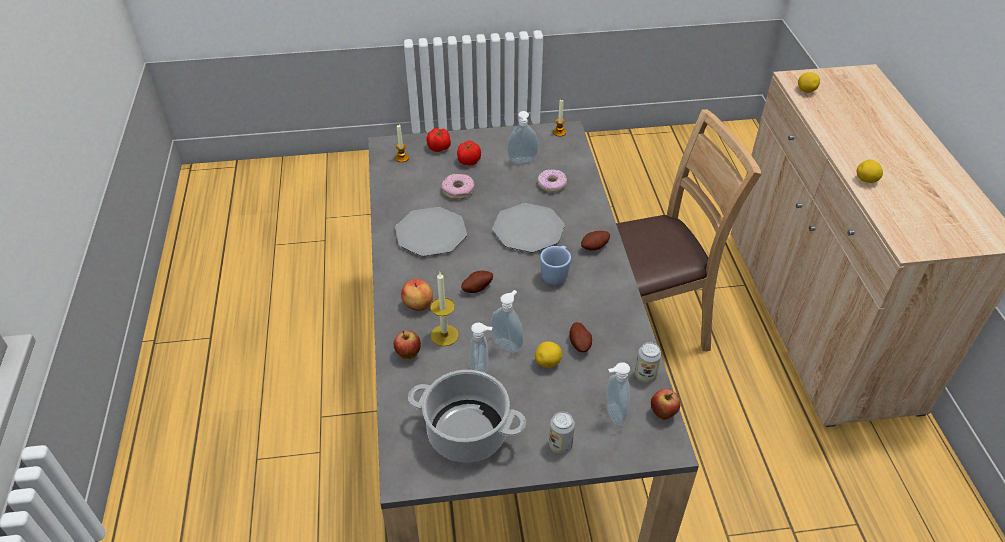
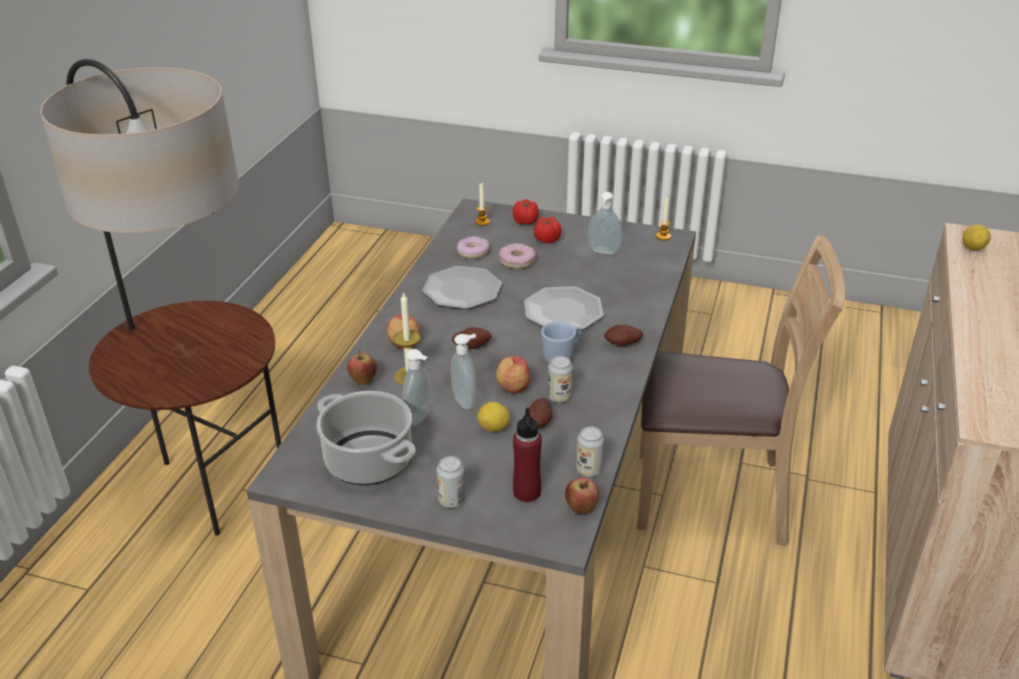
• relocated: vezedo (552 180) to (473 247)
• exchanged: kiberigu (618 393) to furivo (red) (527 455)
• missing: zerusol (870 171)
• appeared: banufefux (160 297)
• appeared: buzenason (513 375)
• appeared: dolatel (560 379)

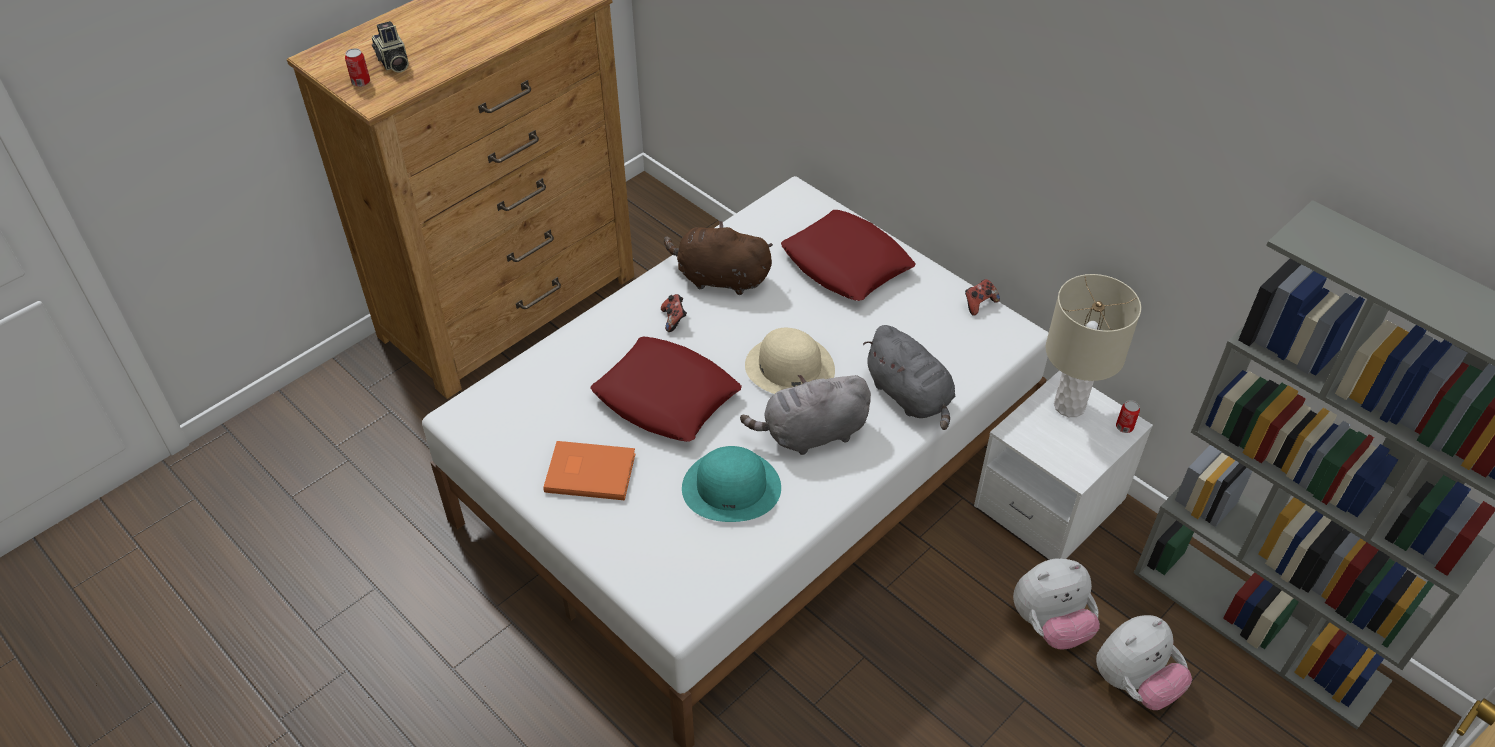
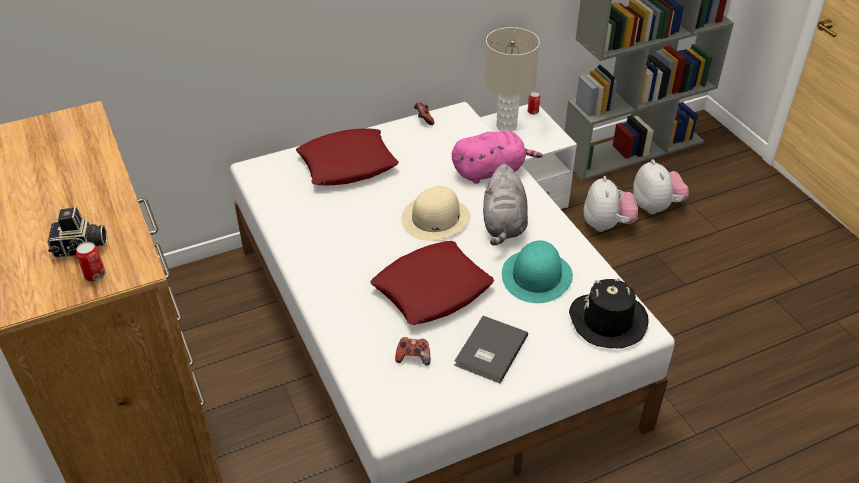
• colour: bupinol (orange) (589 471) to bupinol (grey) (491 349)
• relocated: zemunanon (674 313) to (412 351)
• missing: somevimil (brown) (718 257)
• colour: somevimil (grey) (909 377) to somevimil (pink) (497 157)
• appeared: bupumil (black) (609 312)

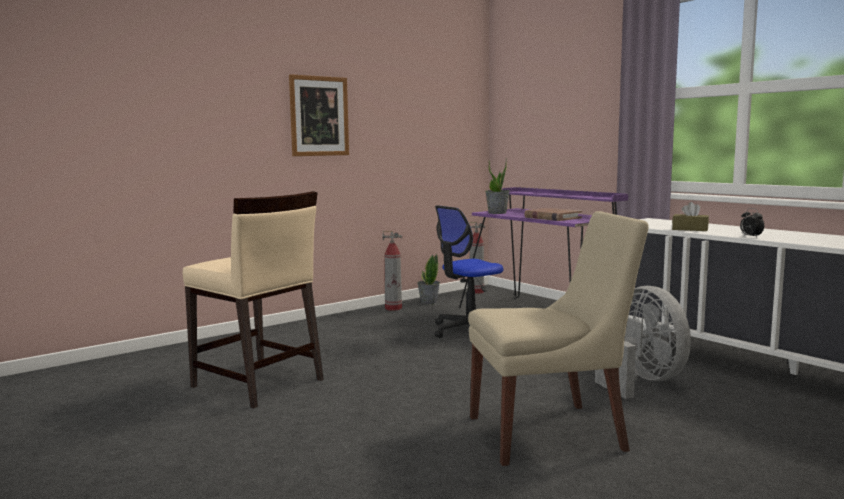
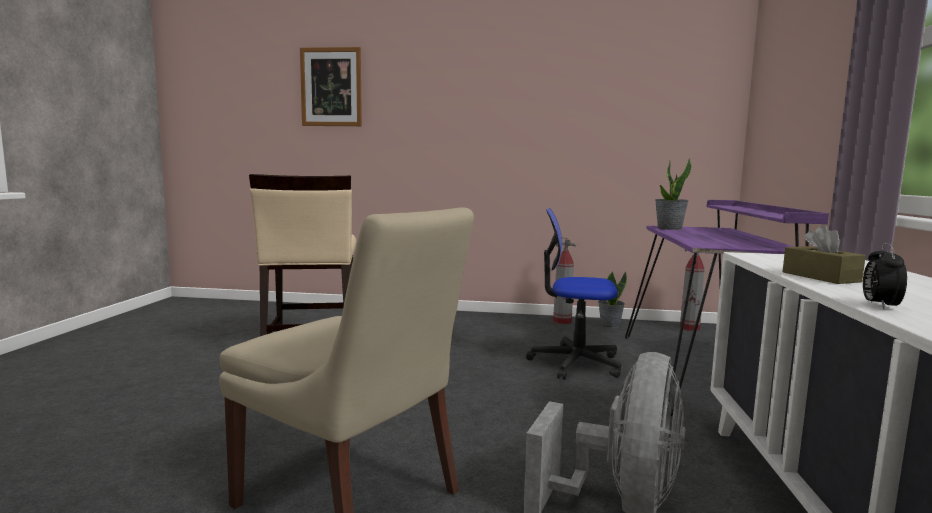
• relocated: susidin (319 115) to (331 86)
• missing: bupinol (brown) (553 214)

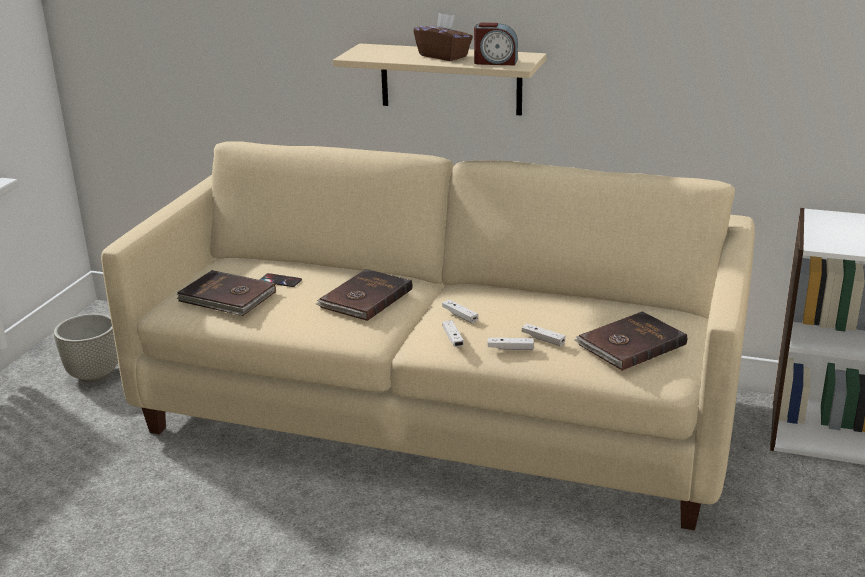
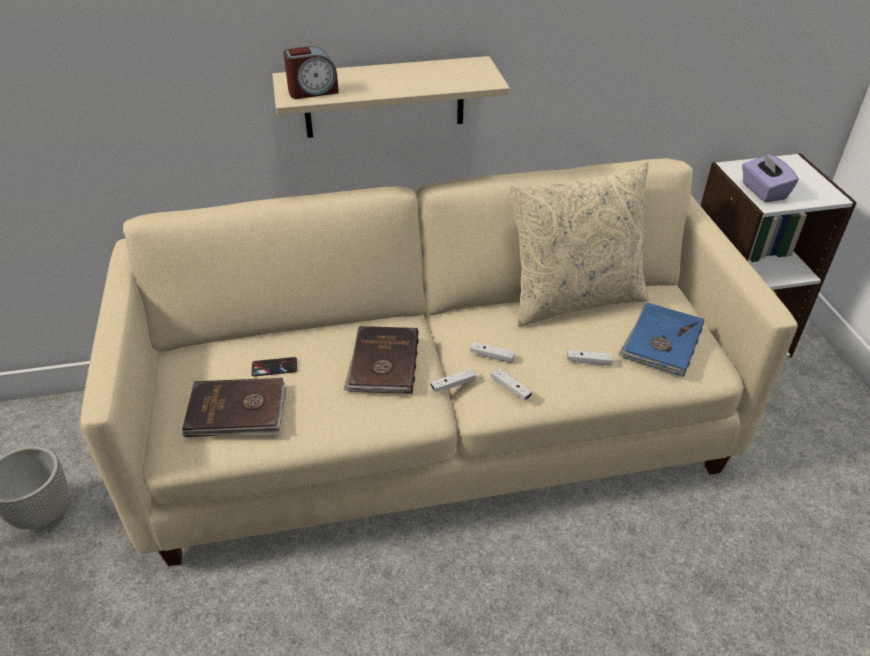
• missing: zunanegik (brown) (443 37)
• relocated: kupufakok (496 44) to (311 72)
• relocated: zemunanon (white) (511 344) to (453 380)
• colour: bupinol (brown) (631 341) to bupinol (blue) (661 340)
• appeared: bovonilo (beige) (579 244)
• appeared: zunanegik (purple) (770 177)

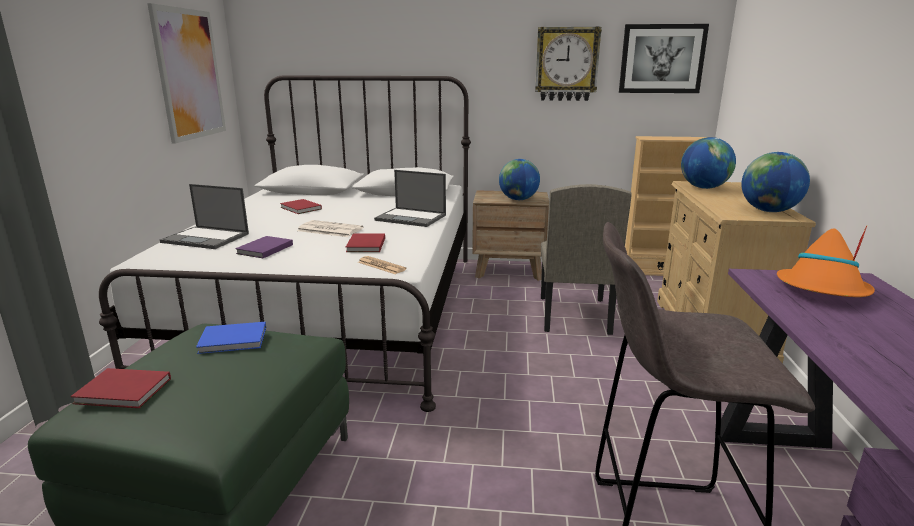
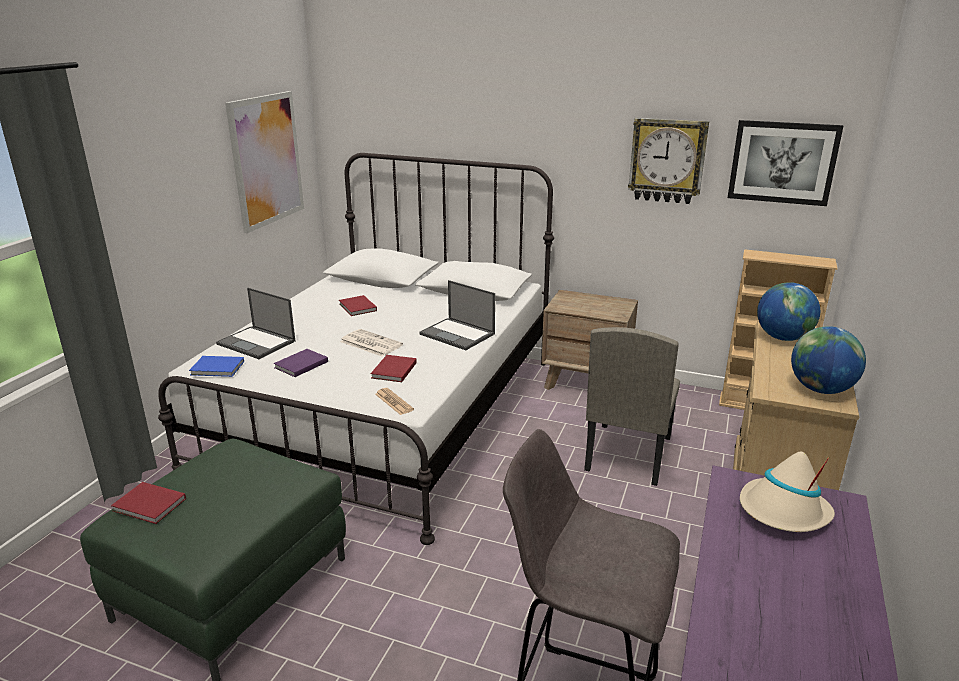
• relocated: bupinol (blue) (231 338) to (216 366)
• missing: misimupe (519 179)
• colour: bupumil (orange) (826 261) to bupumil (beige) (787 491)

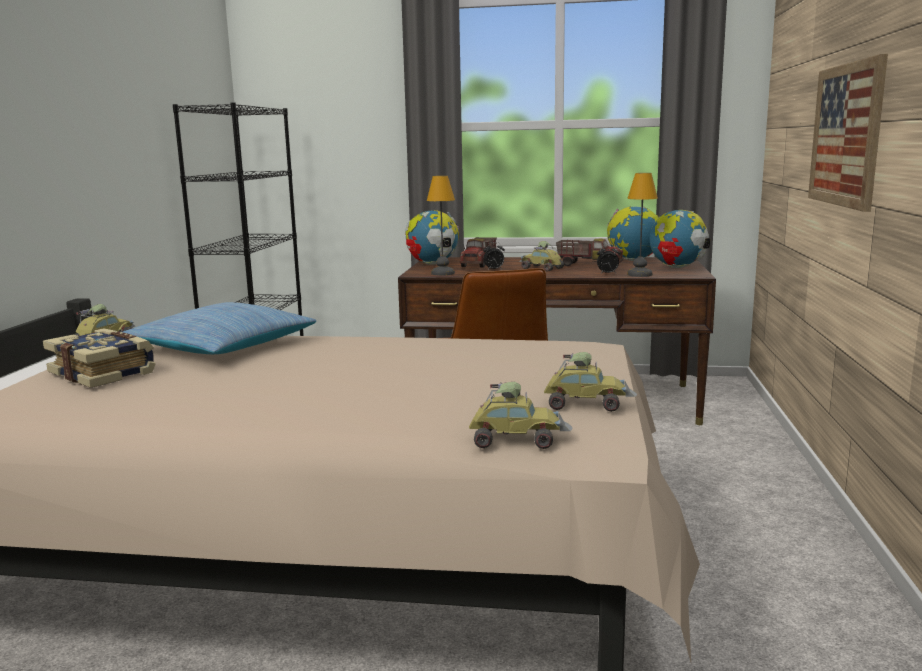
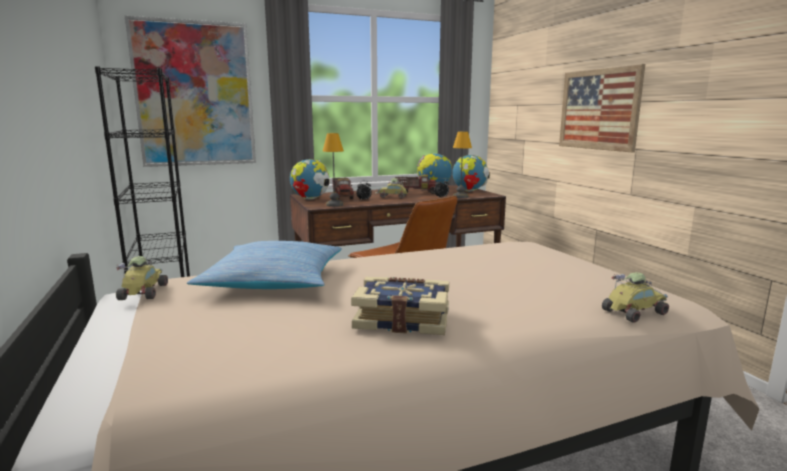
• relocated: bupinol (99 358) to (400 306)
• missing: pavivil (590 382)
• appeared: susidin (190 91)

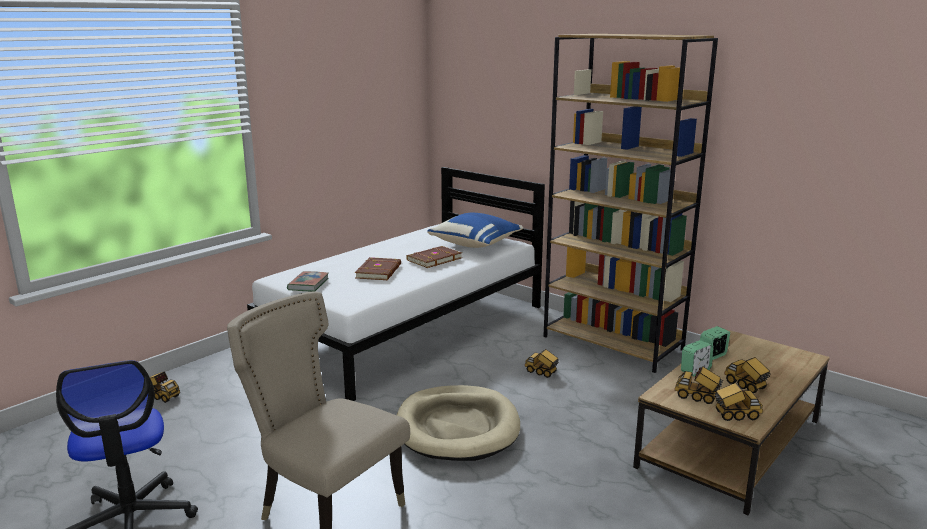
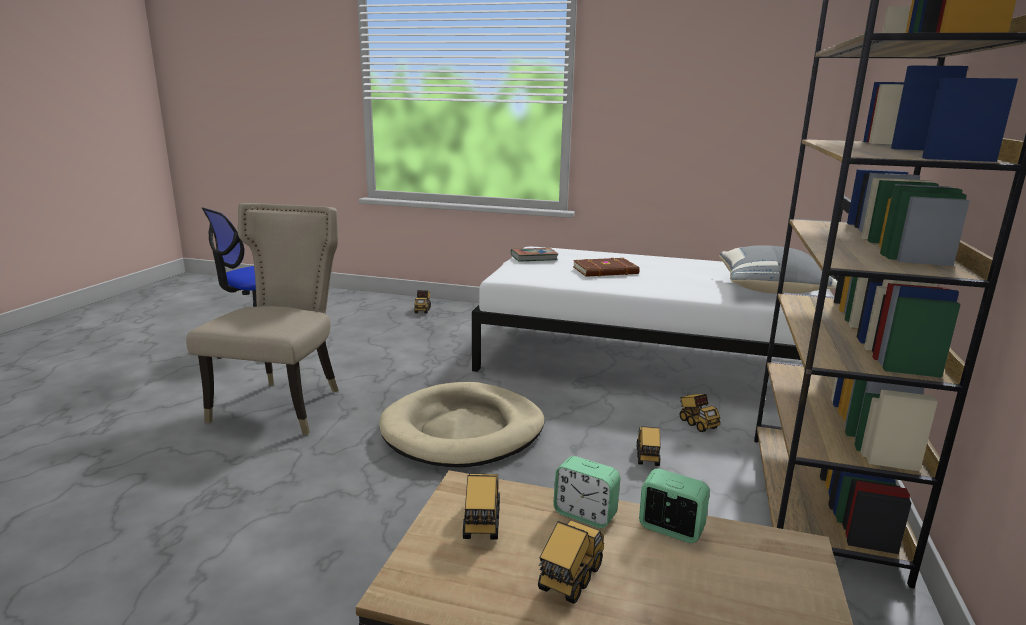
• missing: bupinol (brown) (434 257)
• colour: bovonilo (blue) (475 230) to bovonilo (grey) (778 269)
• relocated: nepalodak (738 402) to (699 413)

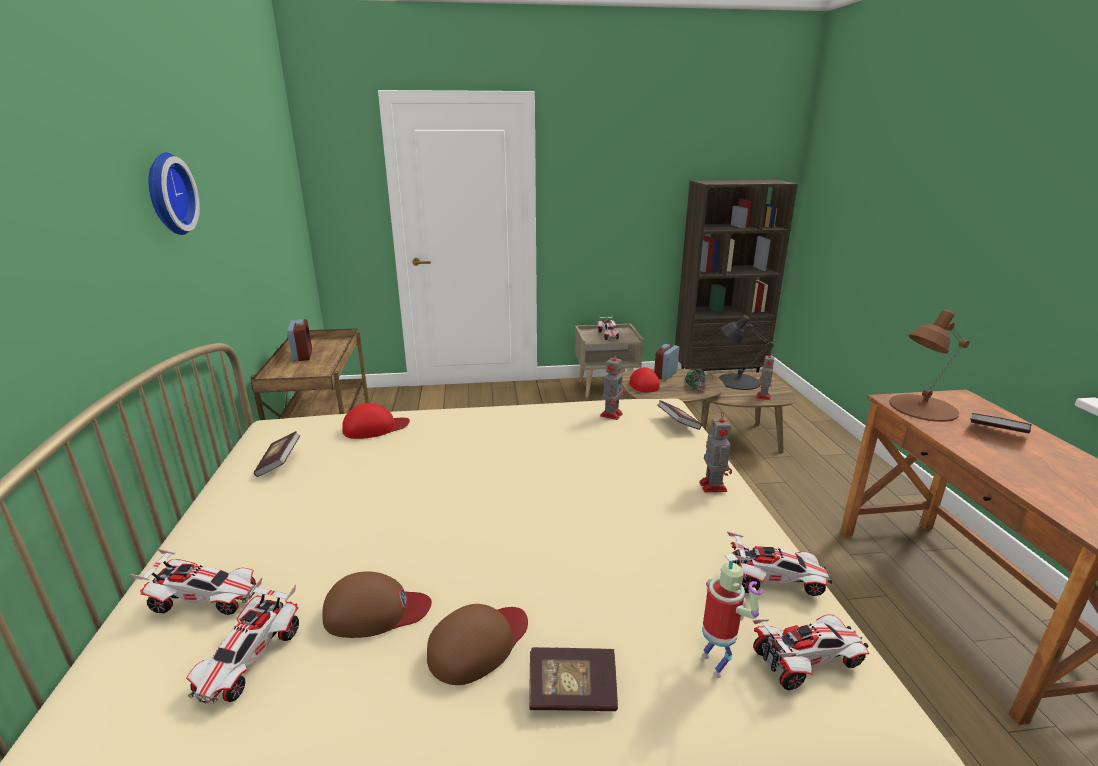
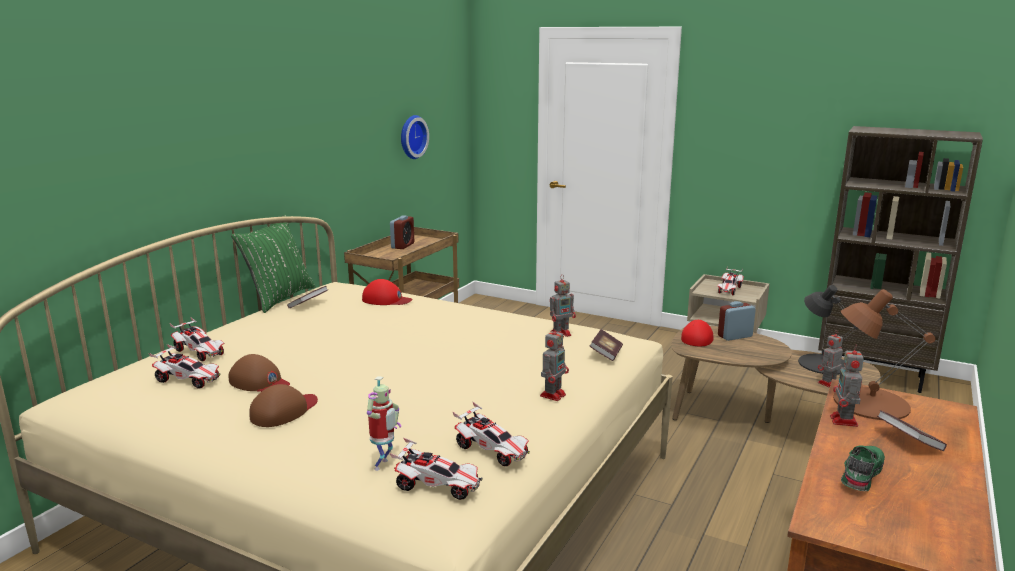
• relocated: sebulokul (174 193) to (415 137)
• spun: pavivil (242 641) = (184 366) 120 degrees counterclockwise
• spun: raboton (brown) (477 644) = (284 405) 45 degrees counterclockwise
• missing: bupinol (573 679)
• relocated: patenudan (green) (695 379) to (863 468)
• appeared: bovonilo (green) (273 264)
• appeared: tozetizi (847 385)

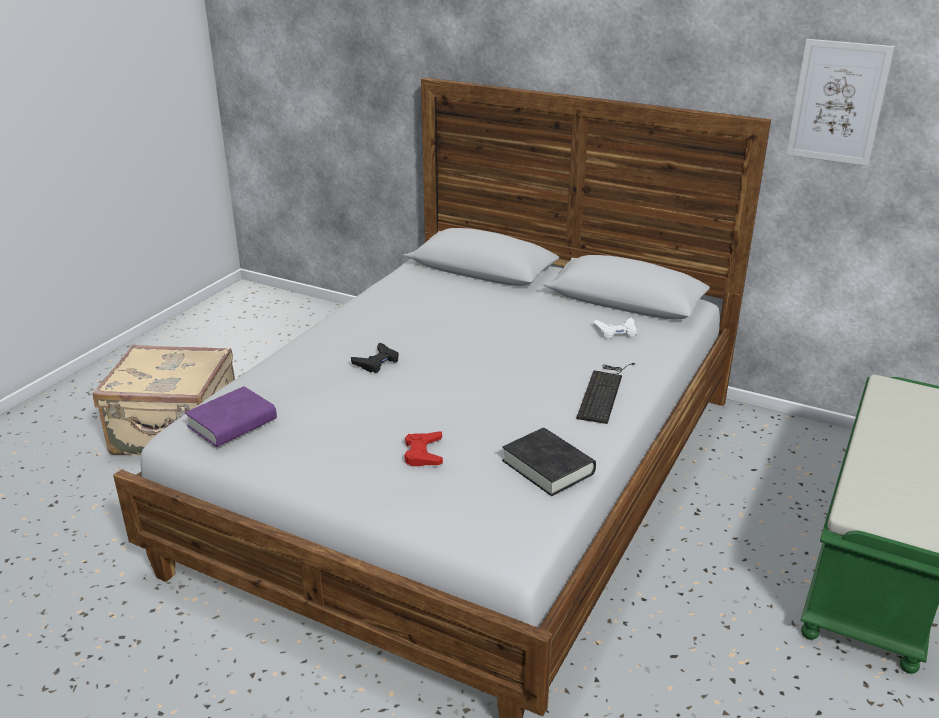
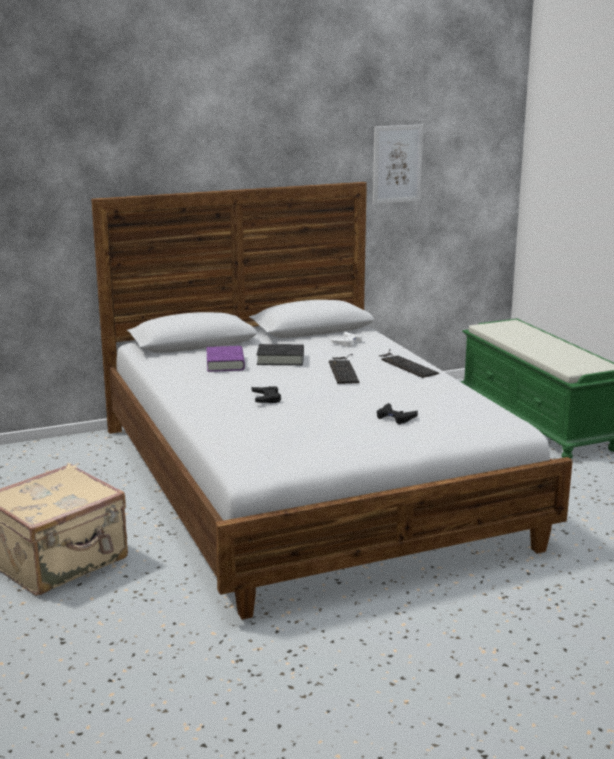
• relocated: bupinol (purple) (231 416) to (225 359)
• colour: zemunanon (red) (423 449) to zemunanon (black) (397 413)
• relocated: bupinol (black) (549 462) to (280 354)
• appeared: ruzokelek (344 369)

